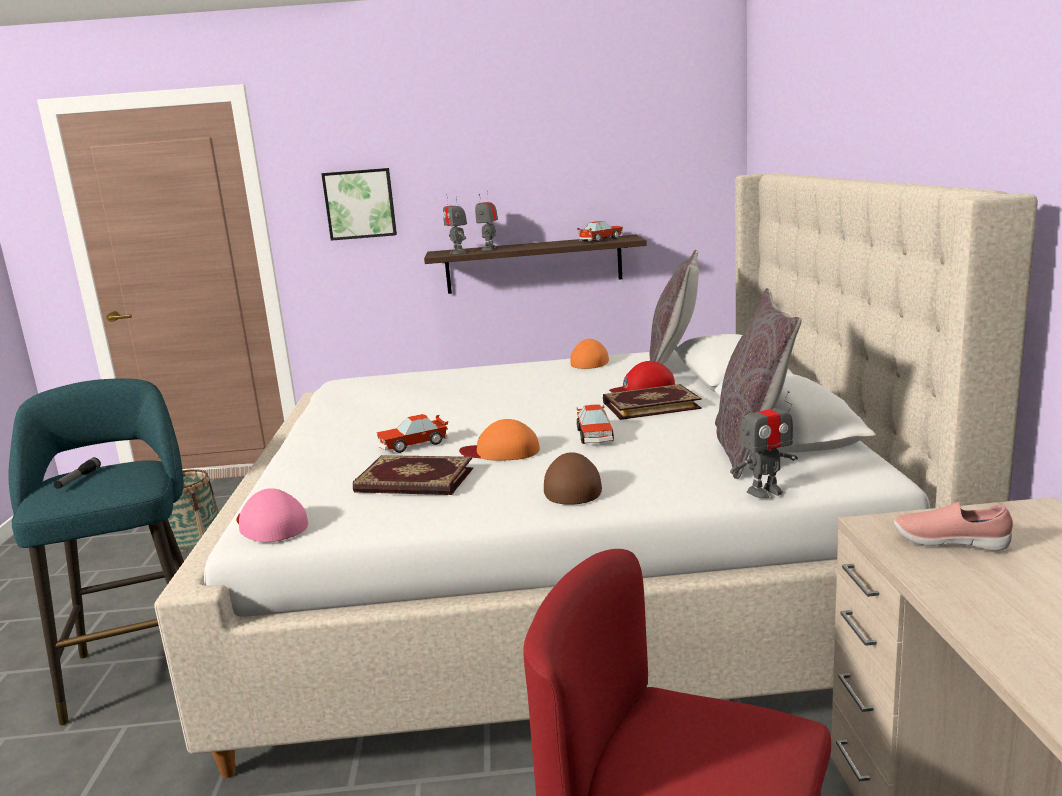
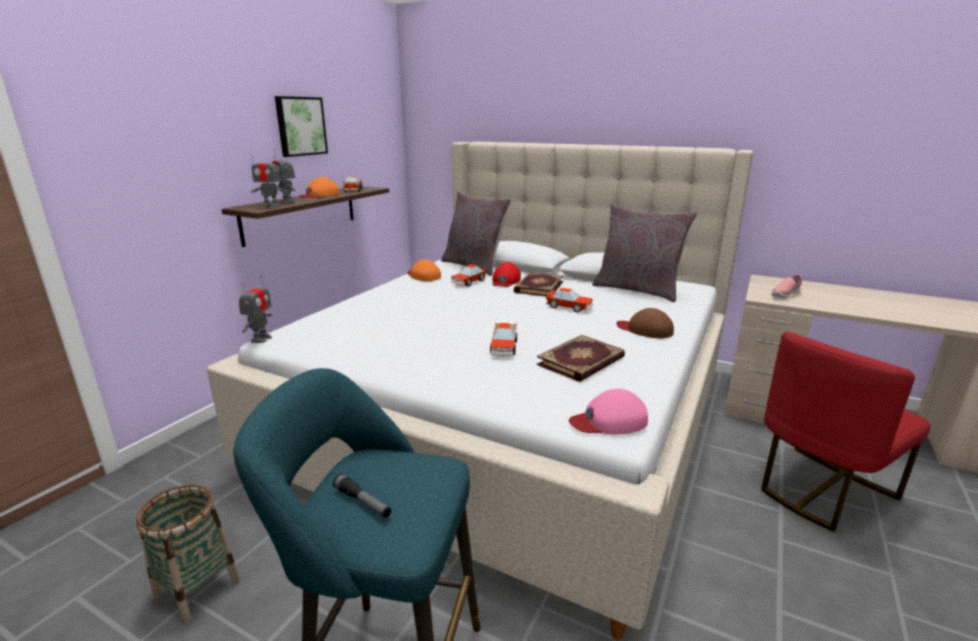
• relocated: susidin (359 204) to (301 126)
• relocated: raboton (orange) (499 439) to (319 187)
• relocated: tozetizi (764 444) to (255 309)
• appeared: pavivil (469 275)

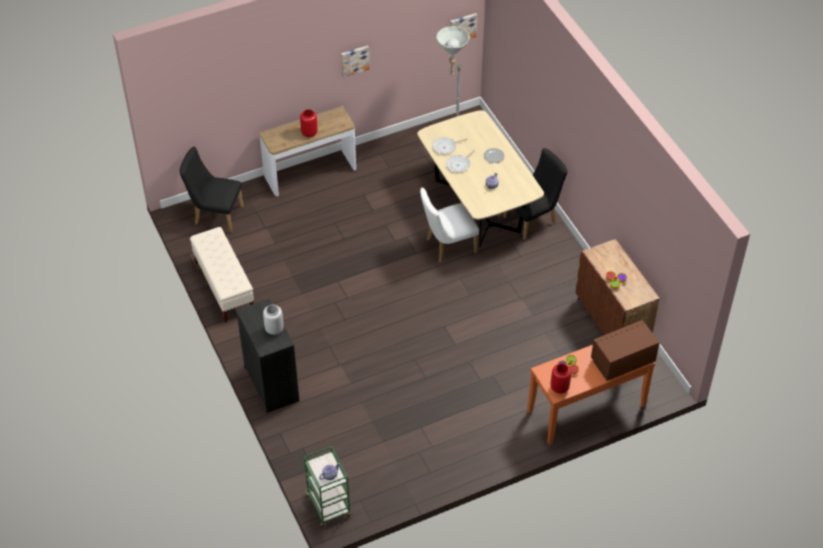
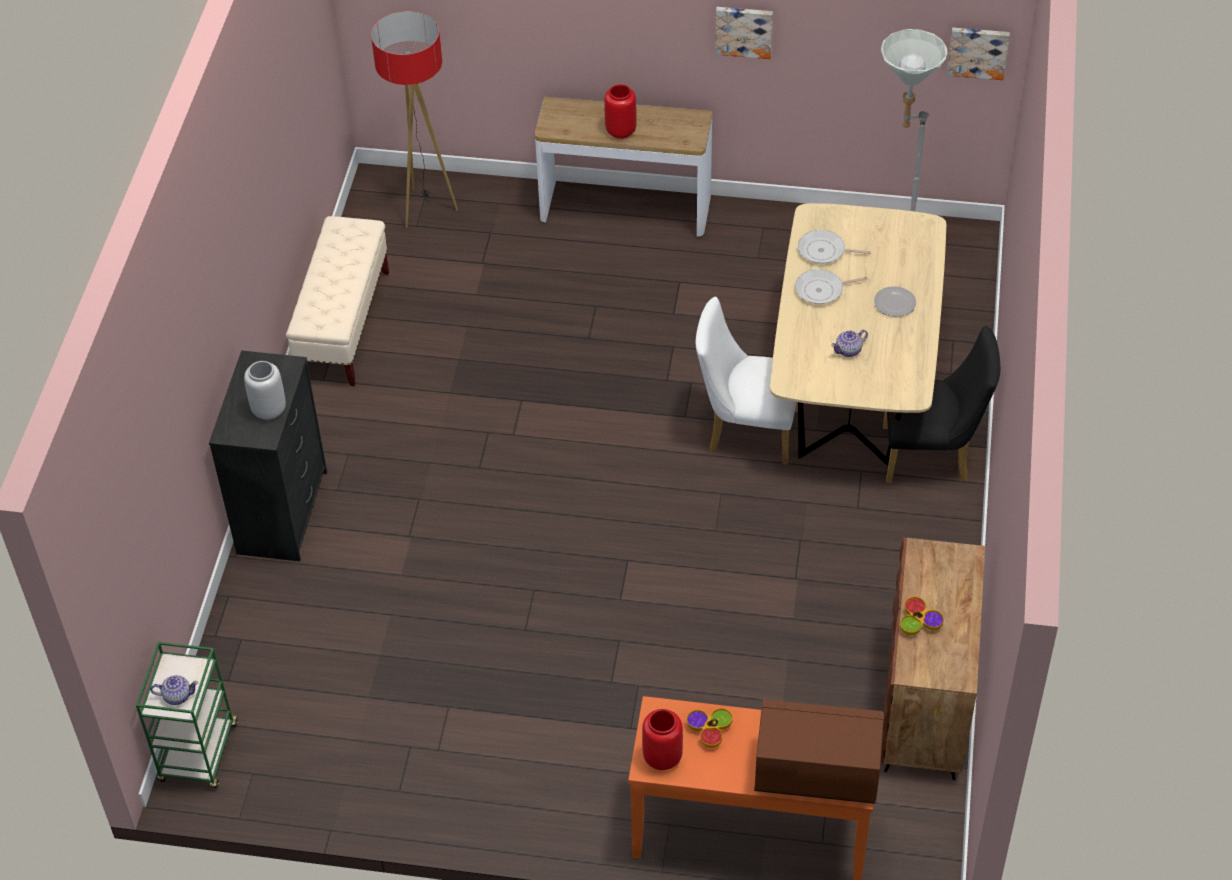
• exchanged: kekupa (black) (211 189) to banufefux (414 119)

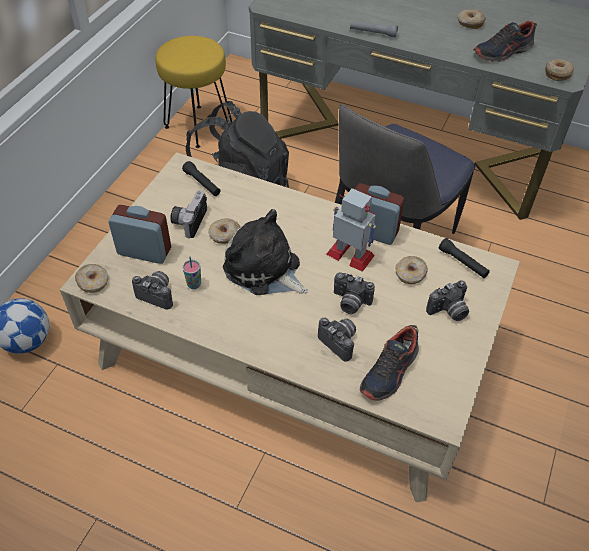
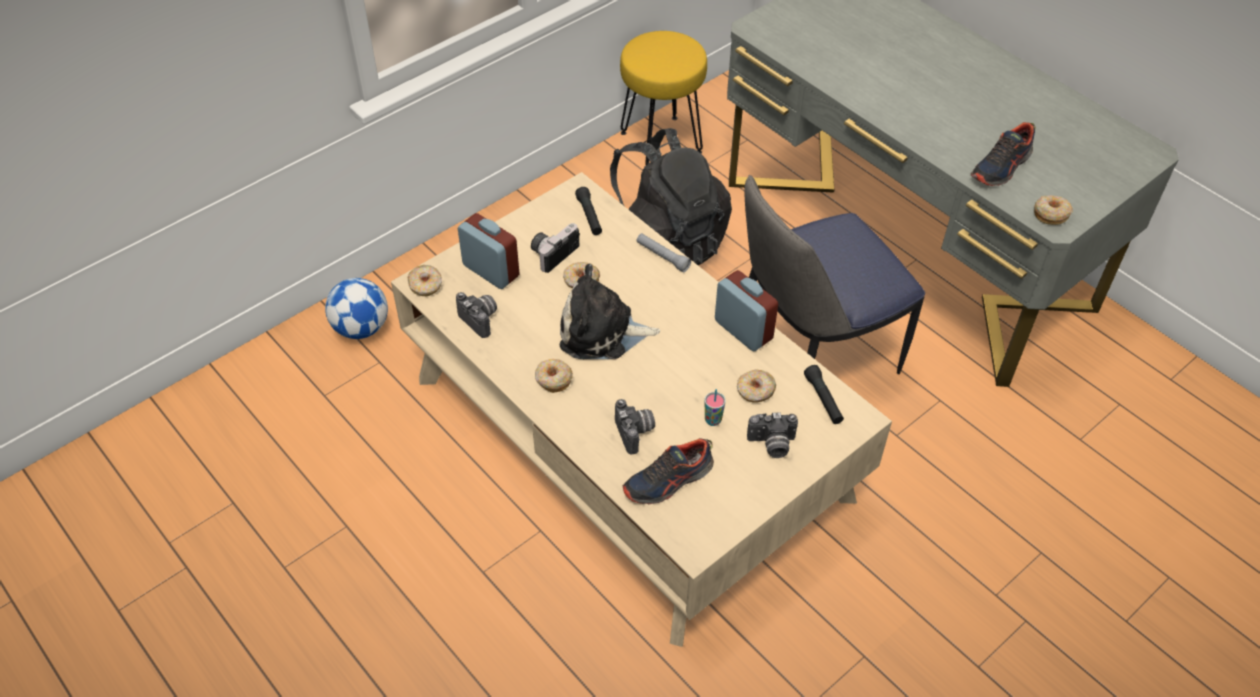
• relocated: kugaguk (191 273) to (715 407)
• spun: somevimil (265 252) = (610 311) 60 degrees counterclockwise
• missing: tozetizi (351 230)
• missing: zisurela (354 293)
• relocated: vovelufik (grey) (374 29) to (663 252)
• relocated: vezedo (472 19) to (554 376)
• spun: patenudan (505 41) = (1003 154) 45 degrees counterclockwise

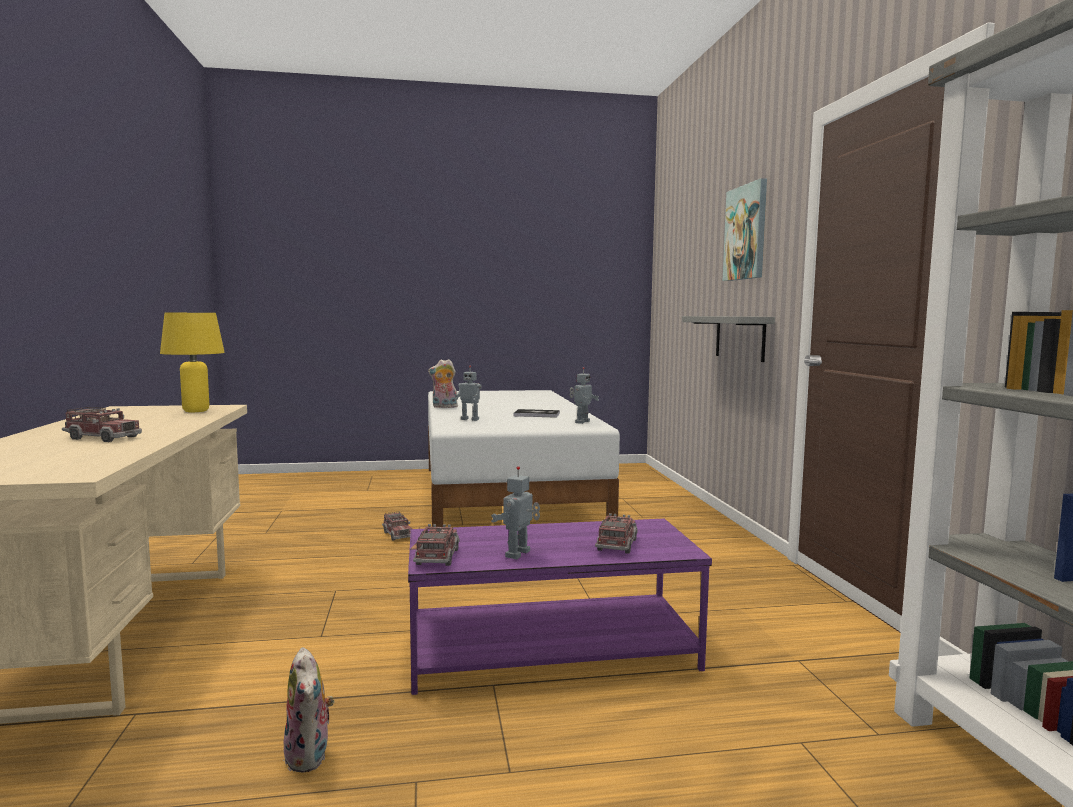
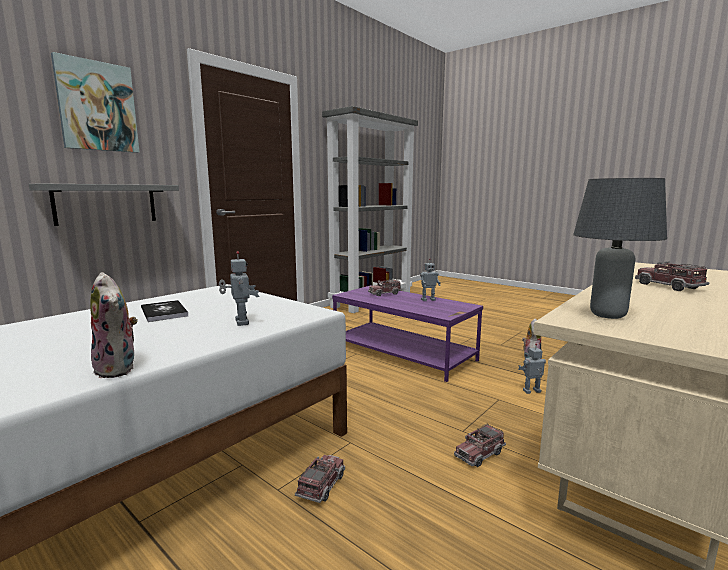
• colour: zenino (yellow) (192 362) to zenino (grey) (620 248)
• relocated: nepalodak (436 545) to (480 445)
• relocated: tozetizi (584 395) to (532 368)

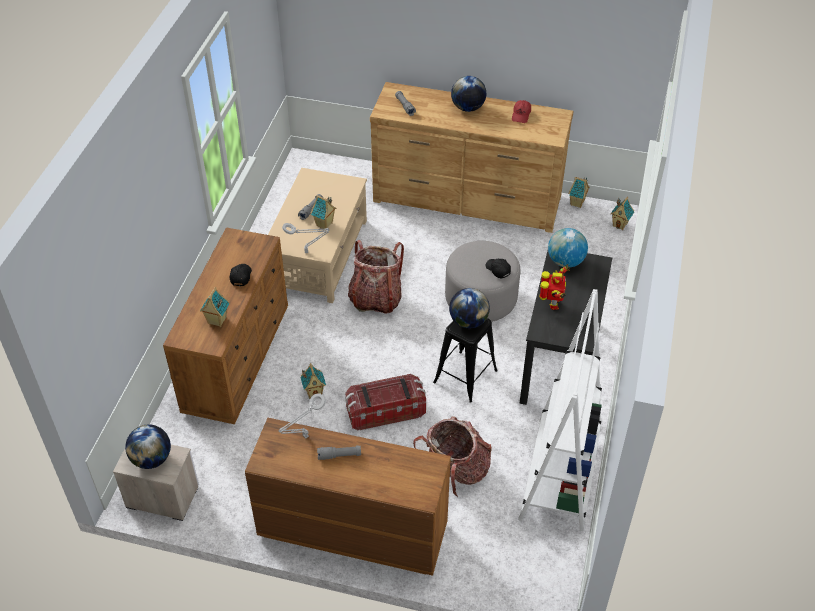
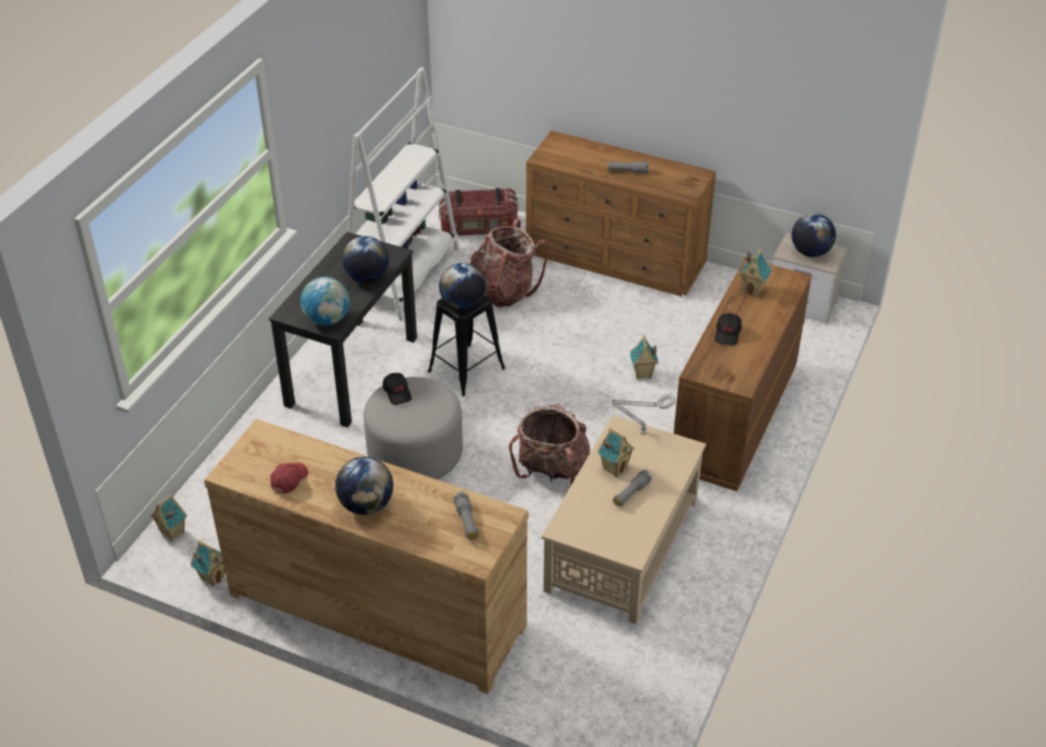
• missing: zenino (grey) (302 415)
• relocated: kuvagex (385 402) to (479 212)
• exchanged: tozetizi (554 287) to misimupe (365 259)

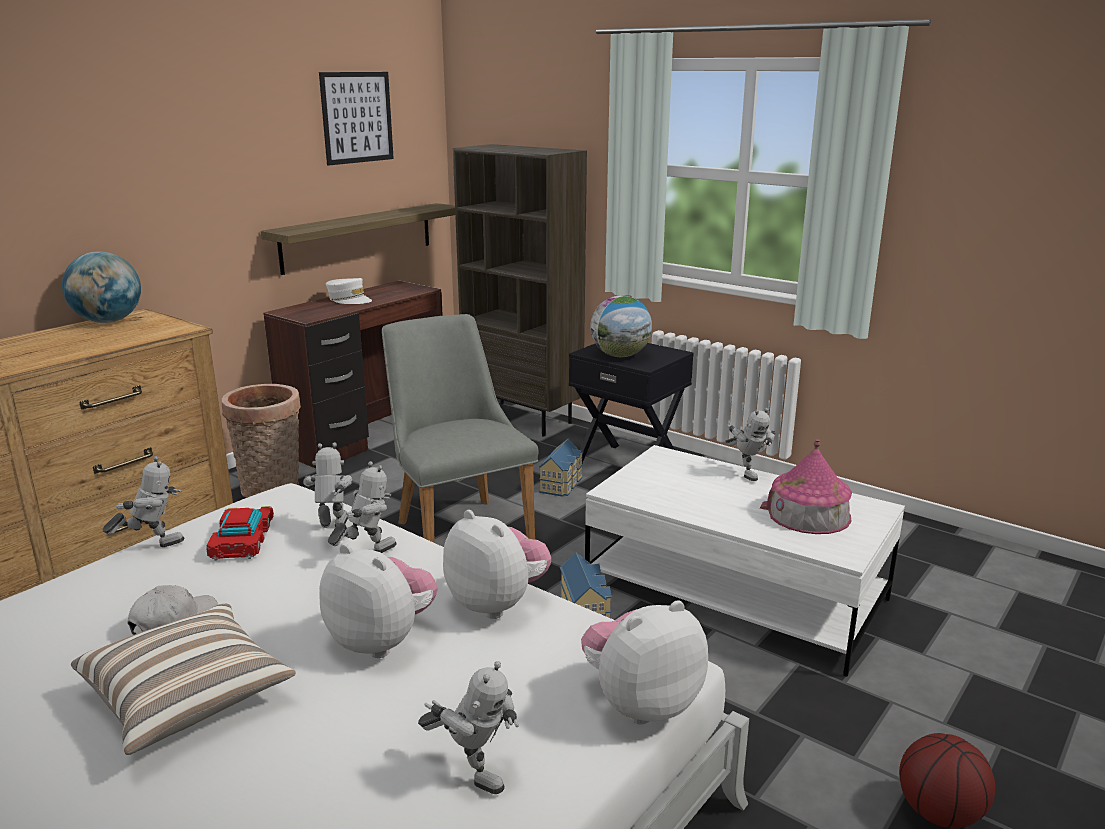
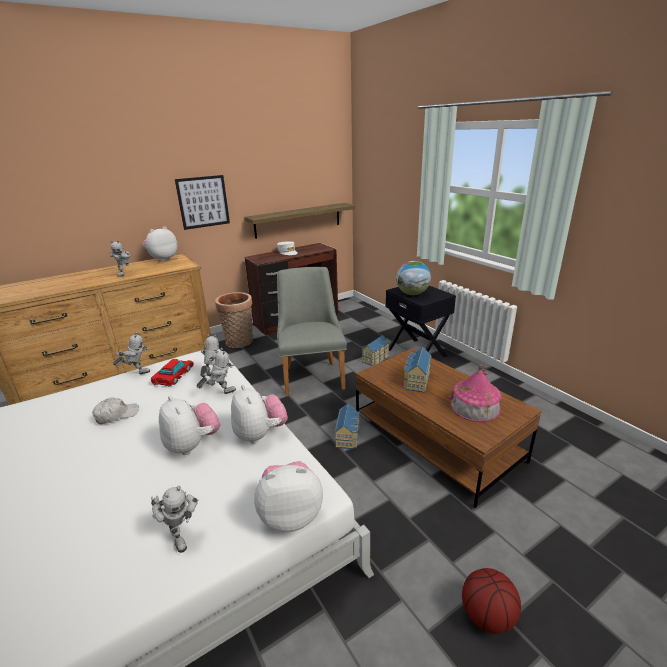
• exchanged: misimupe (101 287) to somevimil (159 244)
• missing: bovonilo (183 679)
• relocated: susidin (356 119) to (202 202)
• missing: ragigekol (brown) (520 290)
• colour: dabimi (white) (745 561) to dabimi (brown) (449 428)
• relocated: tozetizi (750 444) to (120 258)
• appeared: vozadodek (418 370)

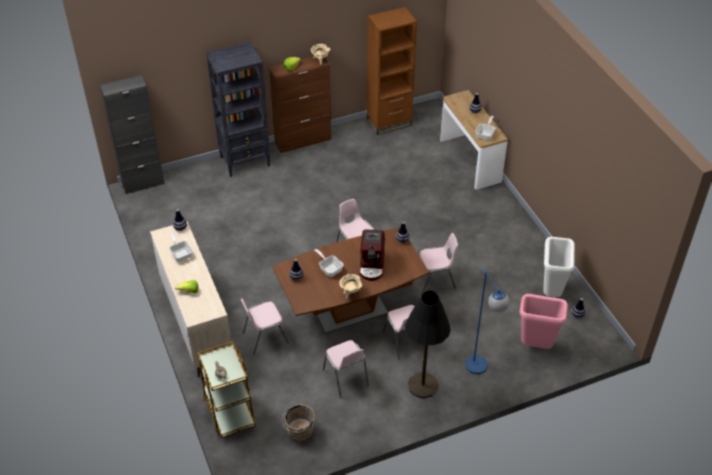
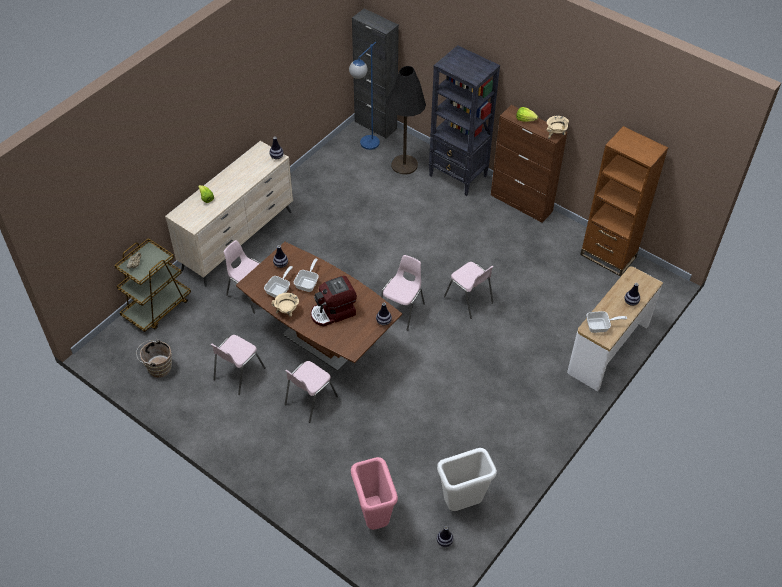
• relocated: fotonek (181 247) to (278 282)
• relocated: banufefux (black) (428 344) to (406 120)
• relocated: kekupa (pink) (438 264) to (469 290)
• relocated: banufefux (blue) (487 320) to (364 96)

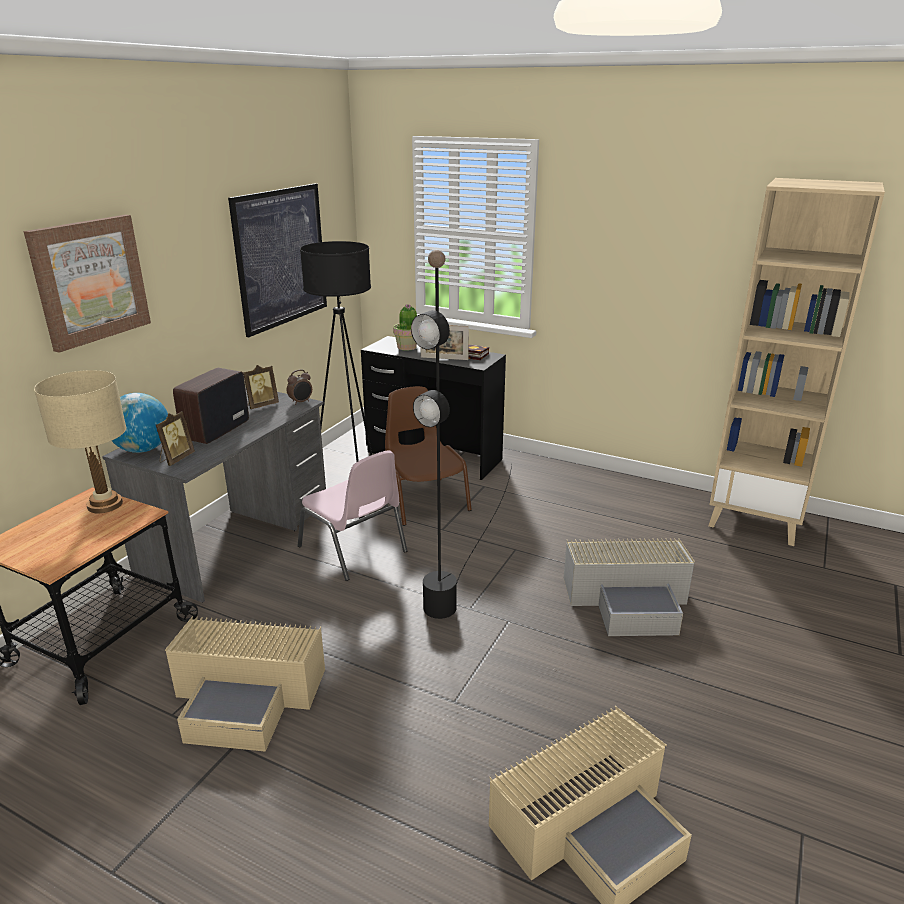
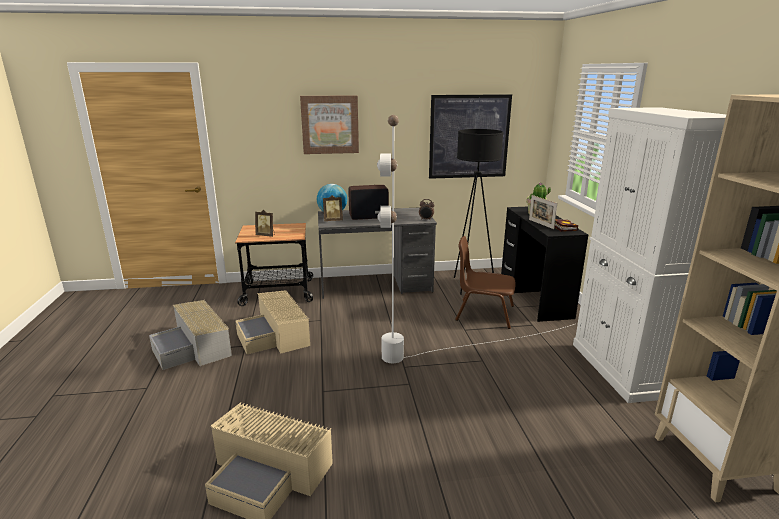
• missing: zenino (beige) (80 441)
• relocated: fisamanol (261 387) to (265 223)
• missing: kekupa (pink) (353 516)
• spun: kekupa (brown) (428 456) = (485 282) 105 degrees counterclockwise
• colour: banufefux (black) (461 434) to banufefux (white) (475 239)
• relocated: kuvagex (grey) (629 587) to (190 335)
• appeared: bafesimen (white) (649 255)

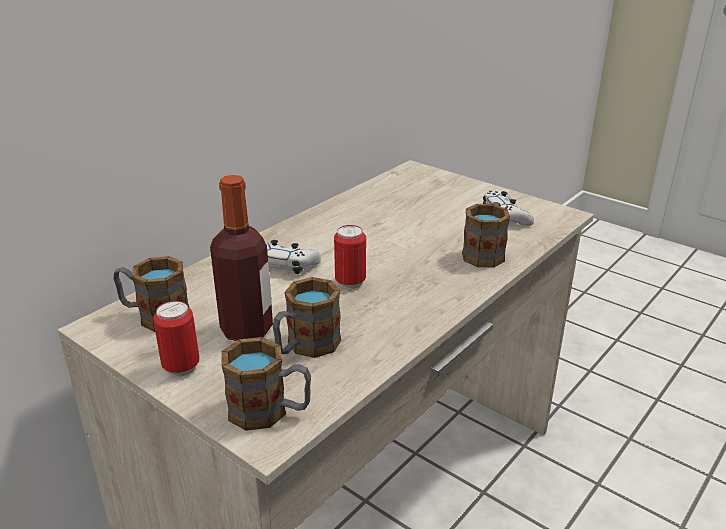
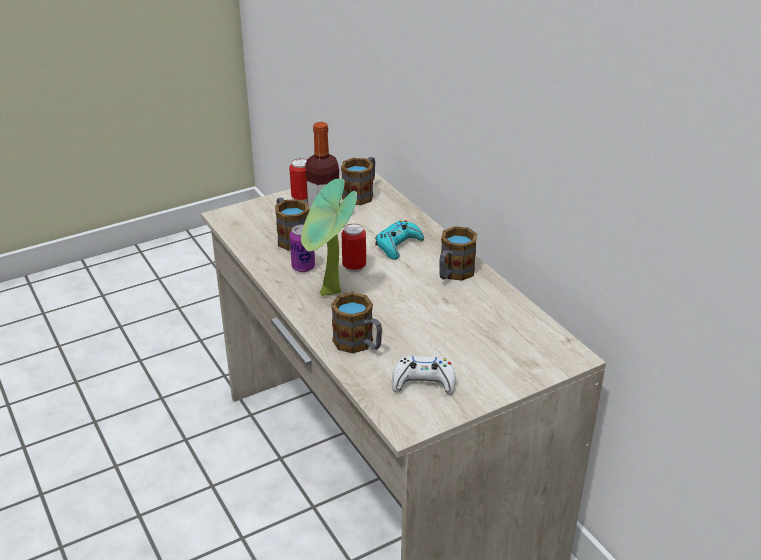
• relocated: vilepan (266 384) to (458 253)
• colour: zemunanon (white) (293 257) to zemunanon (turquoise) (399 240)
• appeared: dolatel (302 248)
• appeared: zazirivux (329 237)

